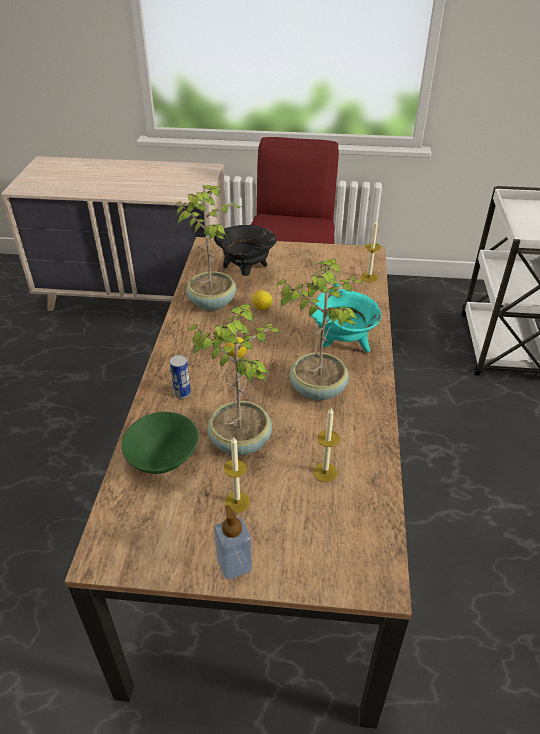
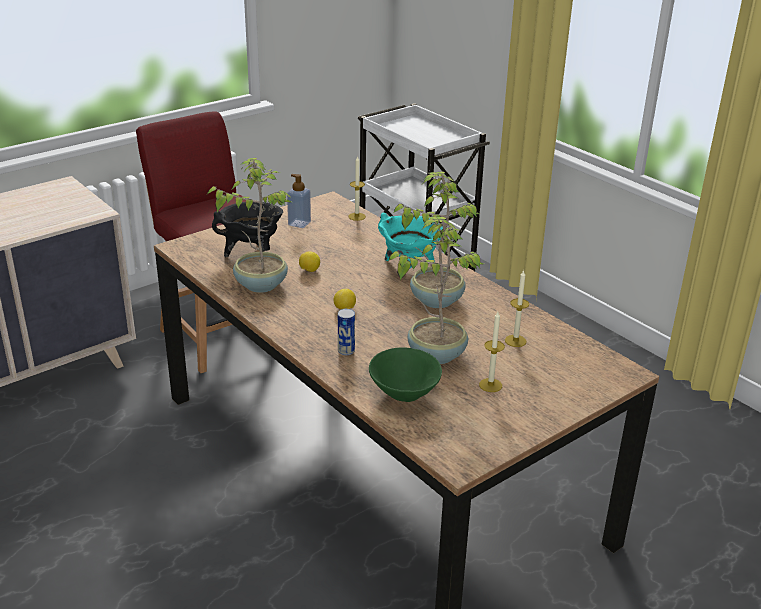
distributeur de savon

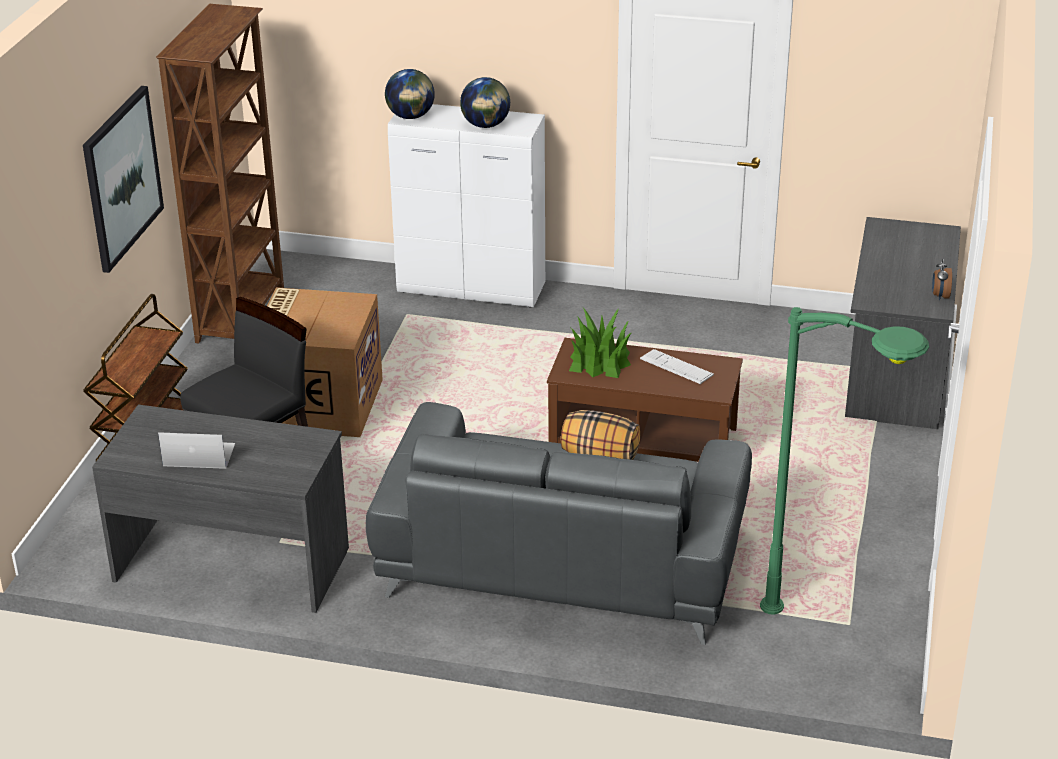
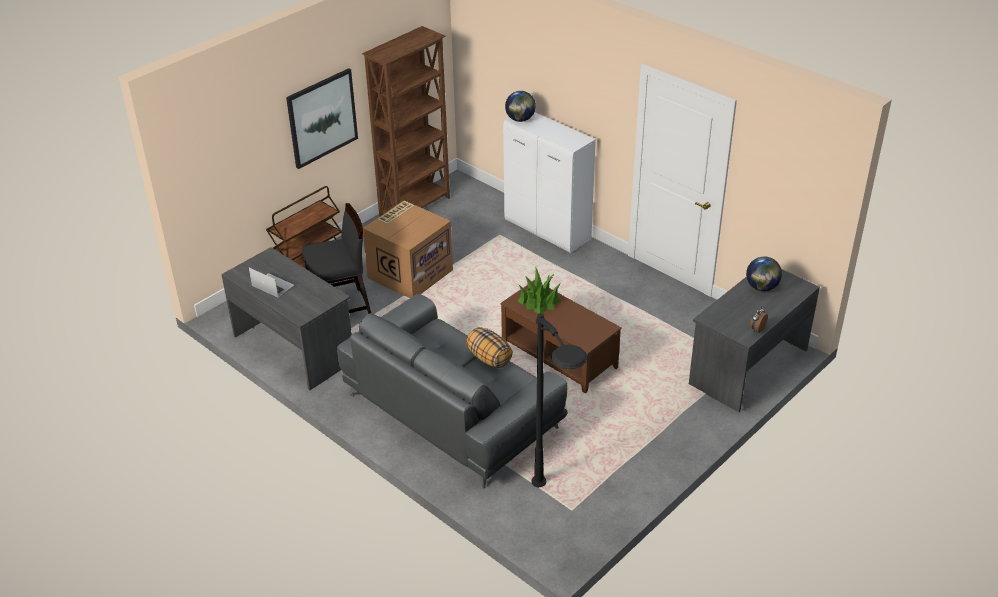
globe (2nd from left)
lampadaire/noir
clavier

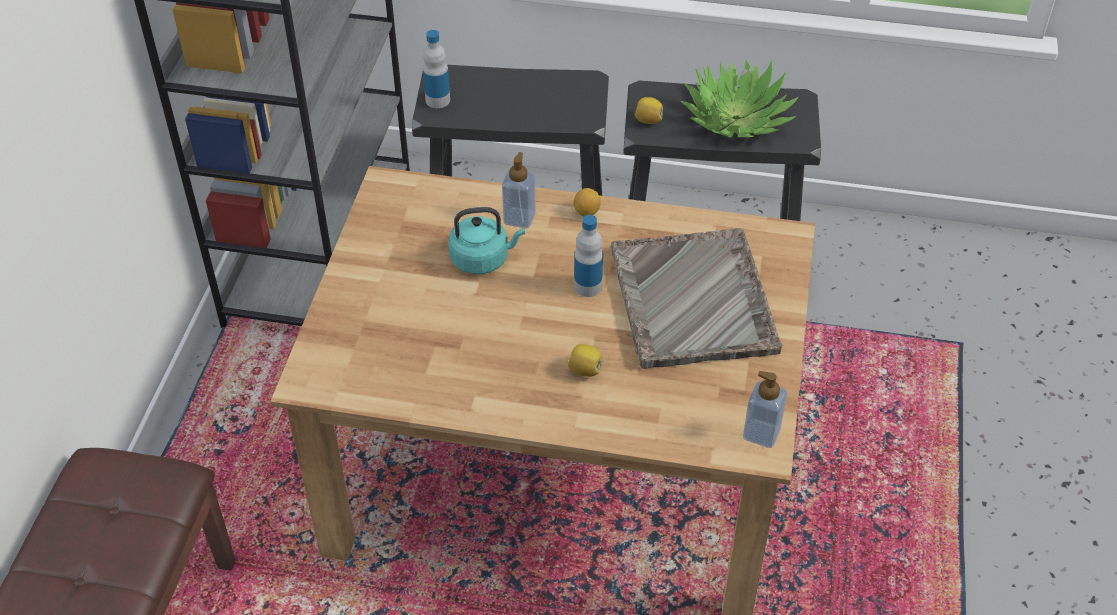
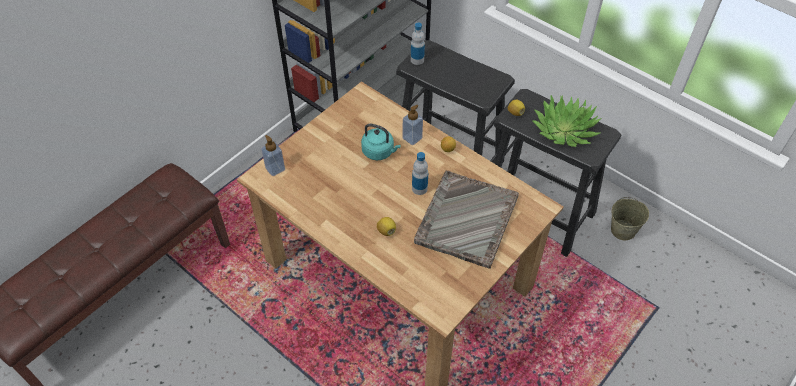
distributeur de savon (1st from left)
seau/beige

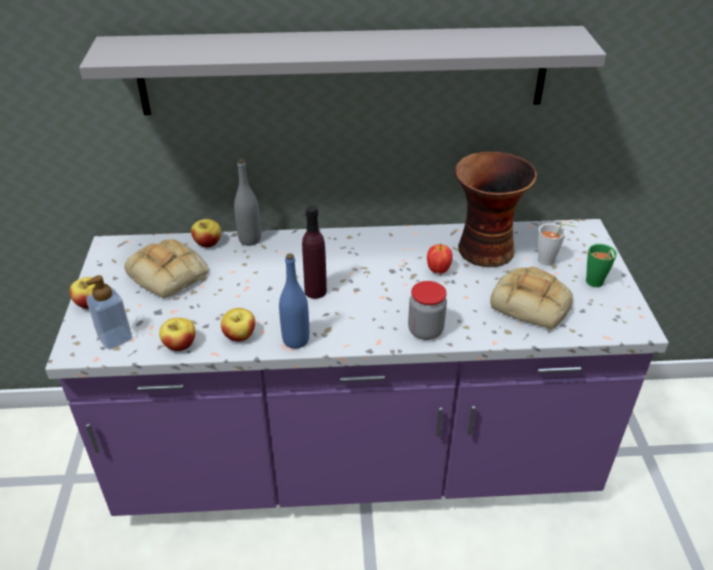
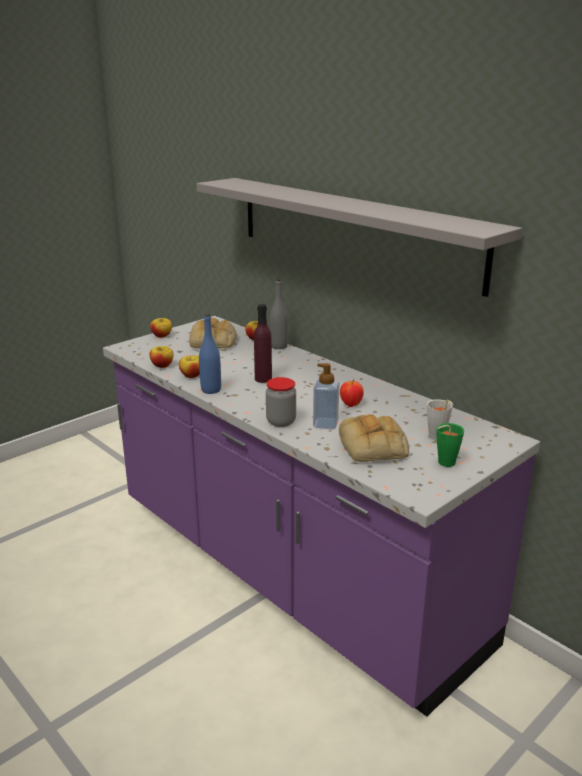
vase
distributeur de savon

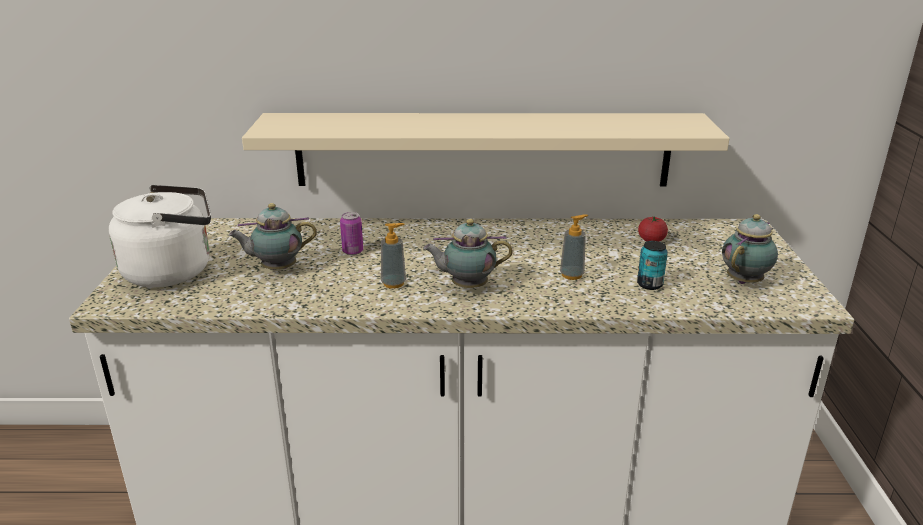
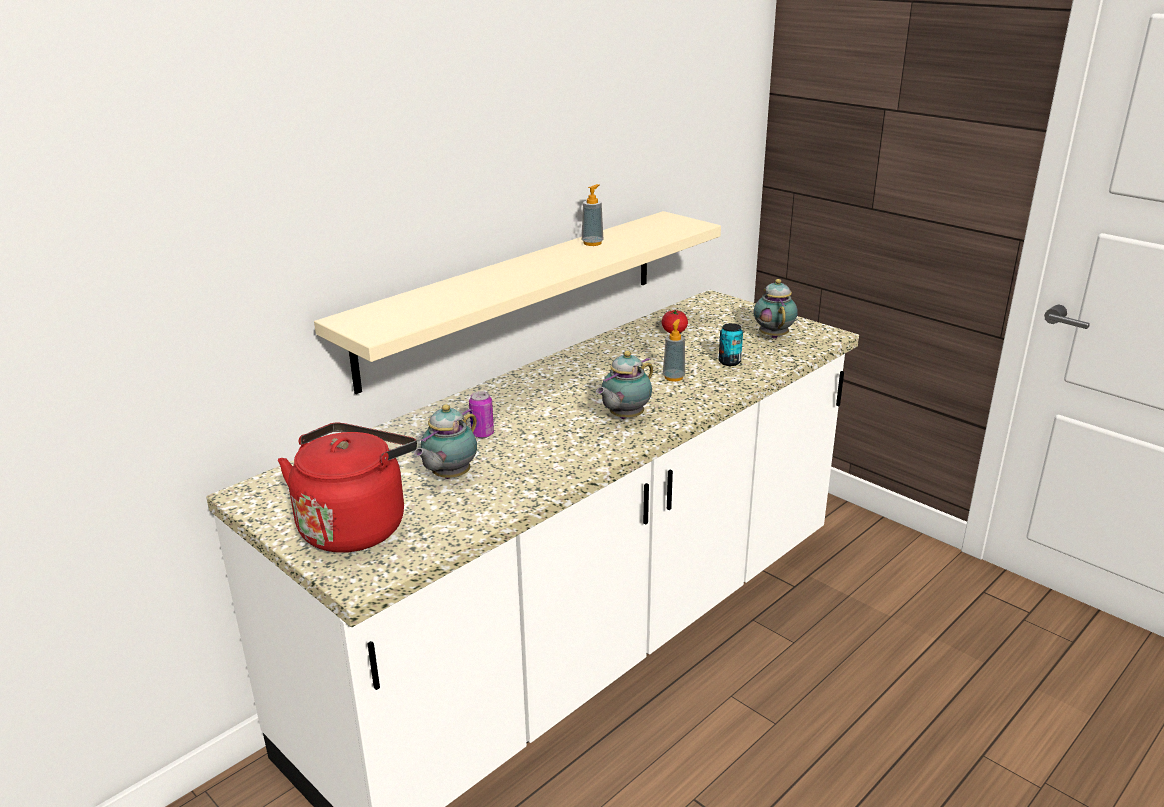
bouilloire/rouge
distributeur de savon (1st from left)

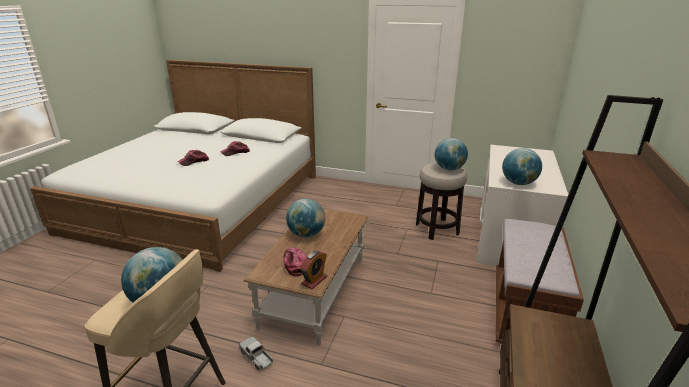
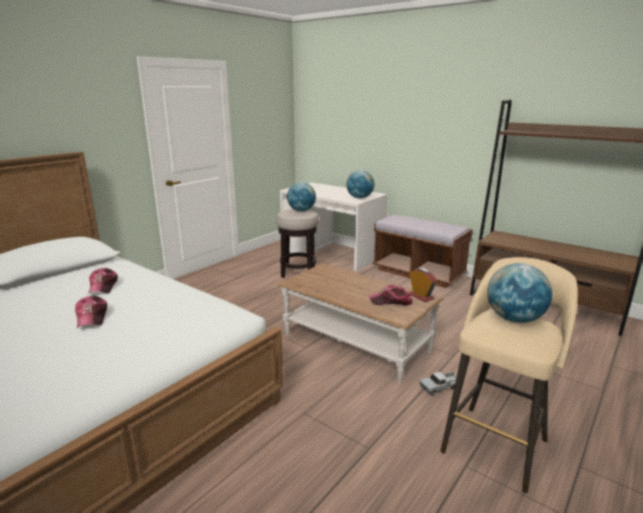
globe (2nd from left in the first image)

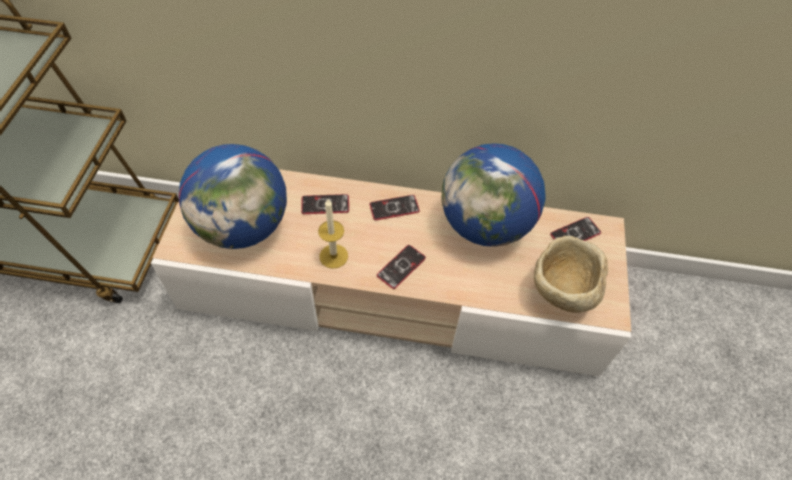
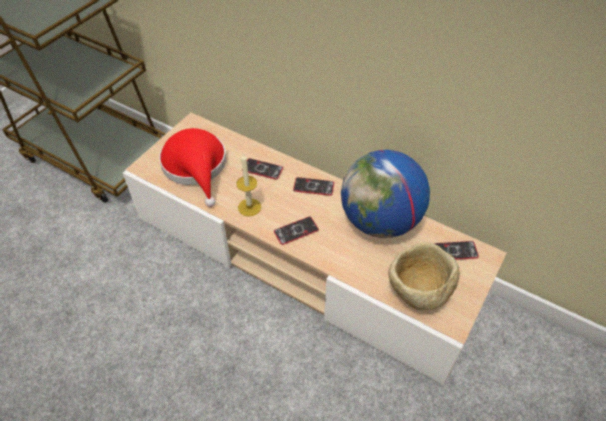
chapeau/rouge

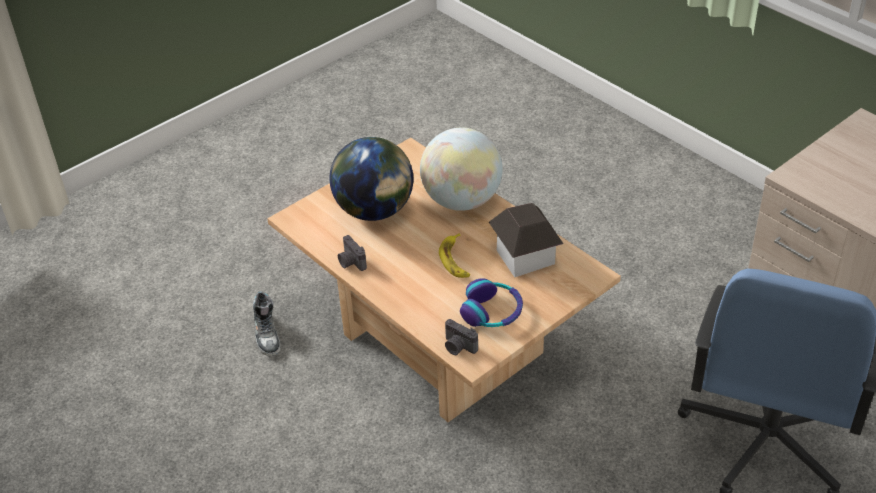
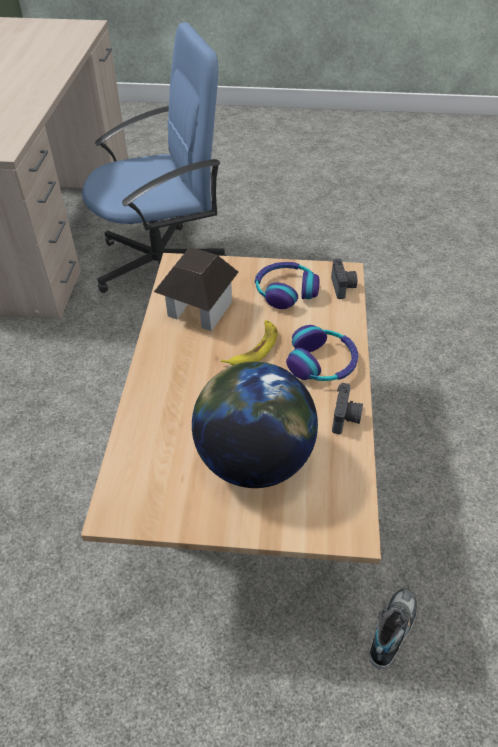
globe (2nd from left in the first image)
casque audio (2nd from left)

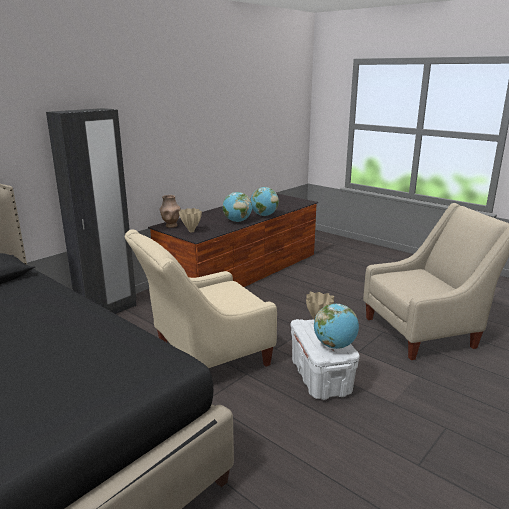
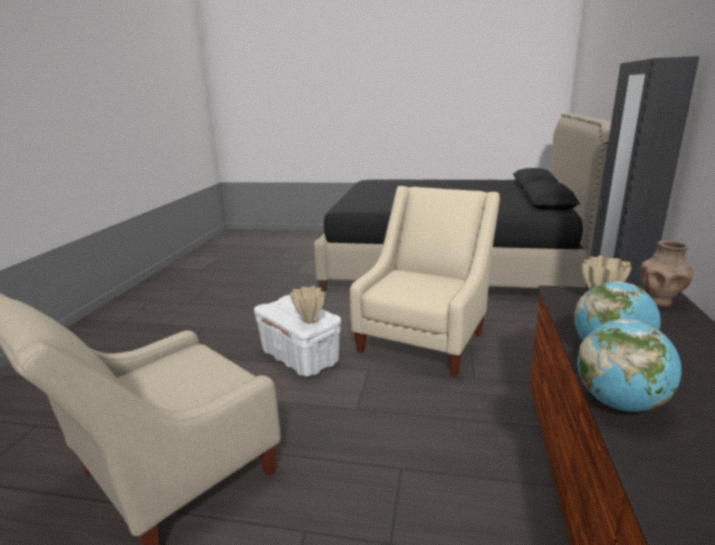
globe (3rd from left in the first image)

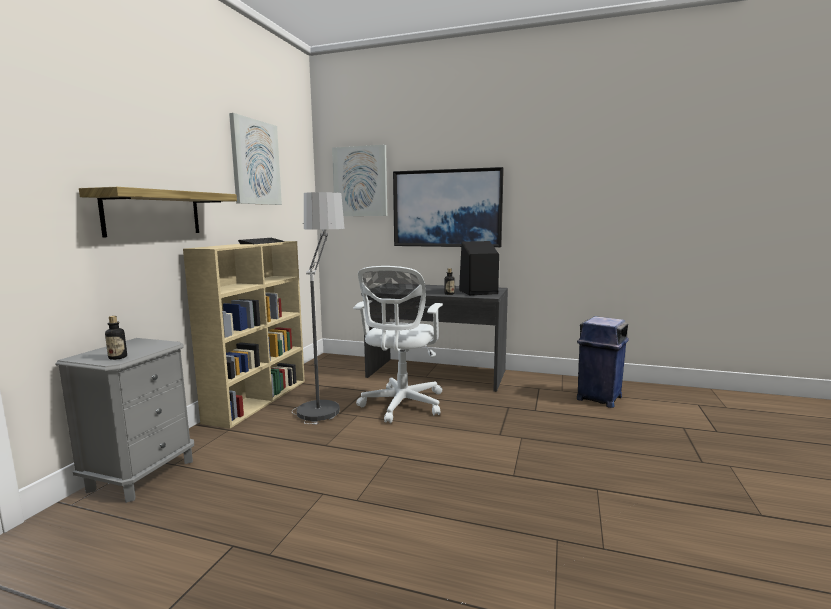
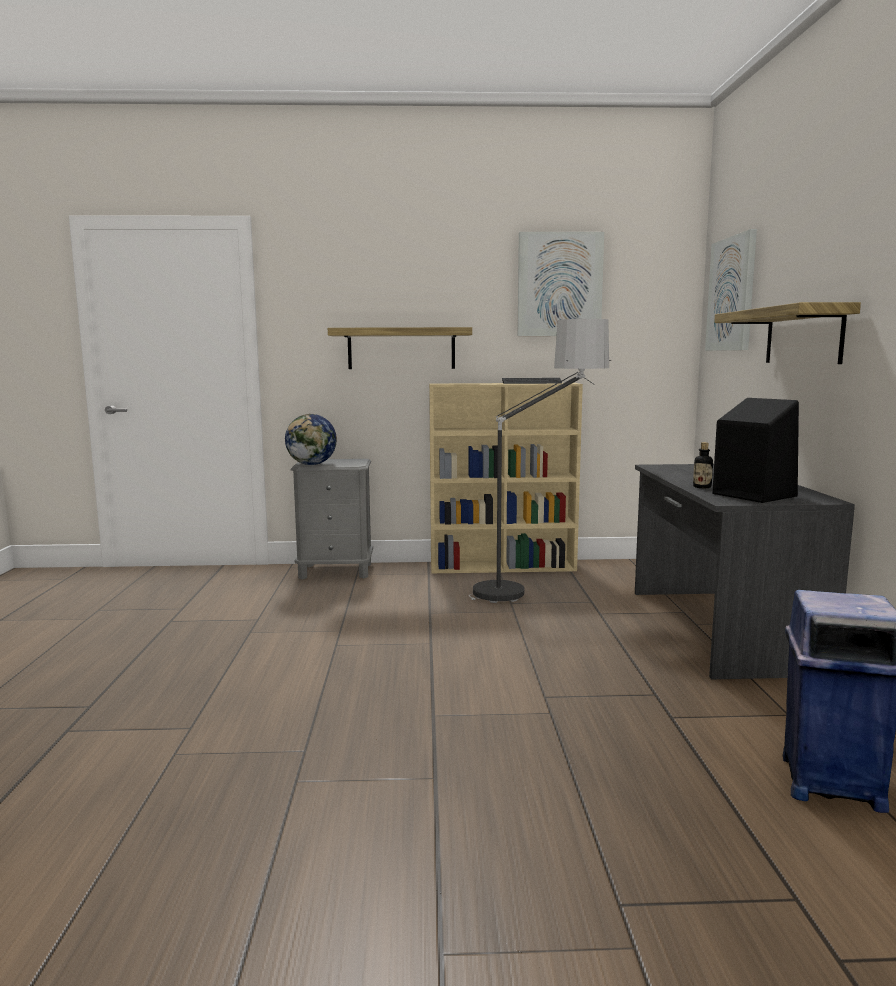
étagère (2nd from left)
chaise de bureau/blanc
globe

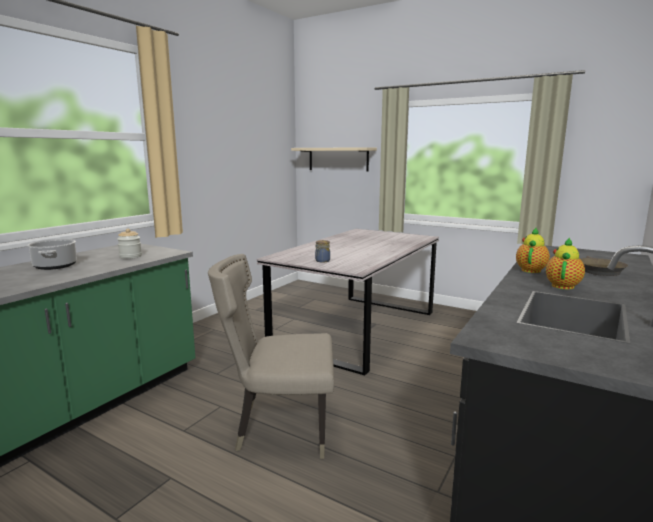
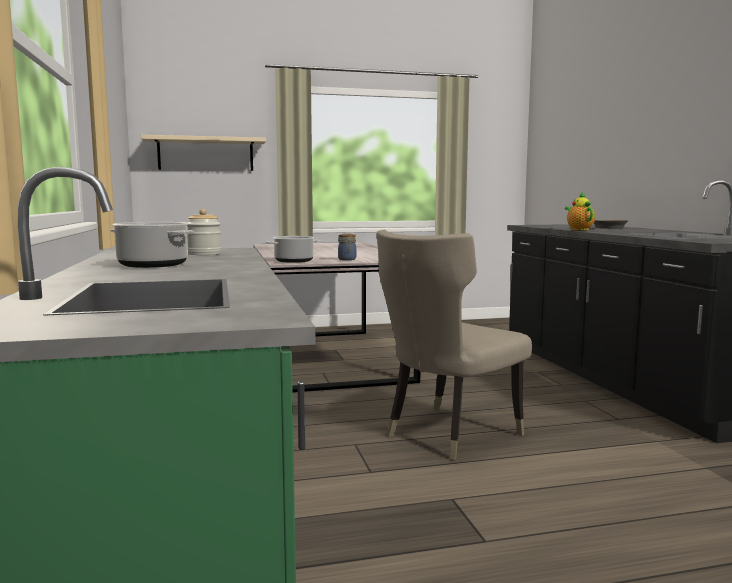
théière (2nd from left in the first image)
marmite (2nd from left)

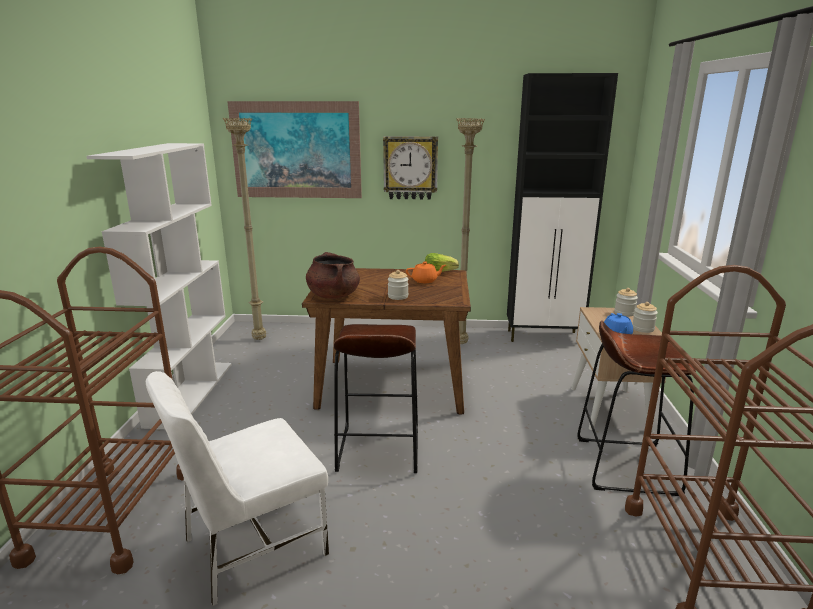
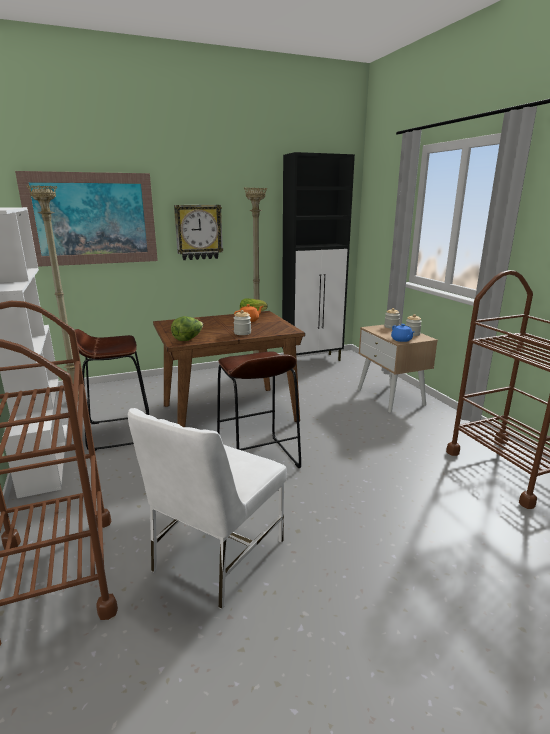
laitue (1st from left)
tabouret/marron (1st from left)

